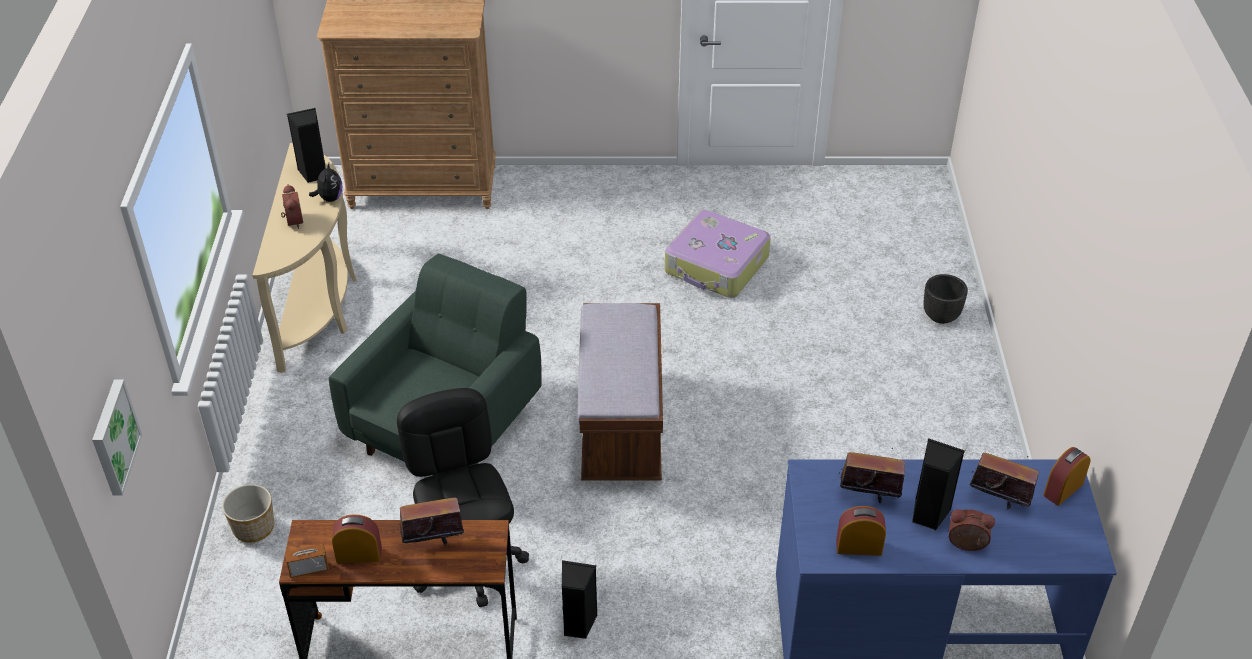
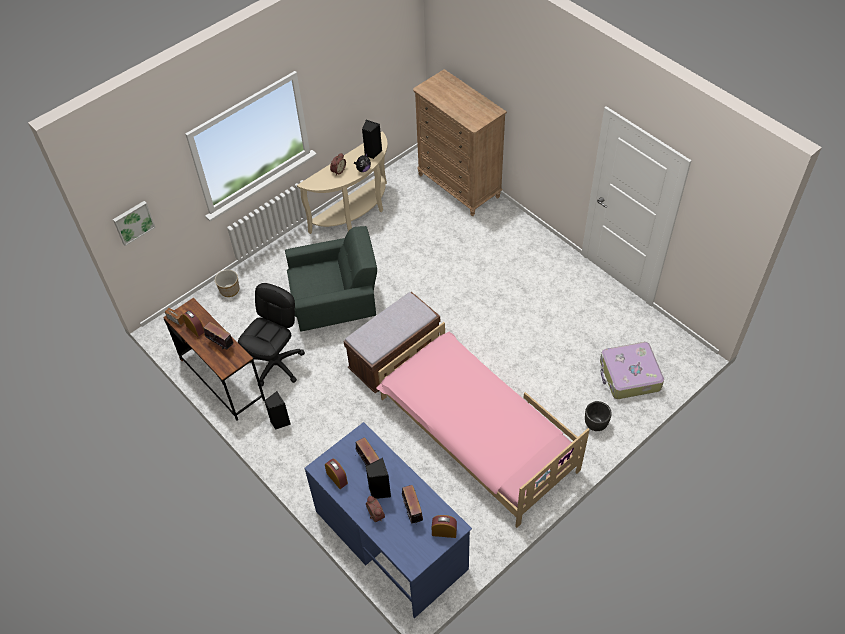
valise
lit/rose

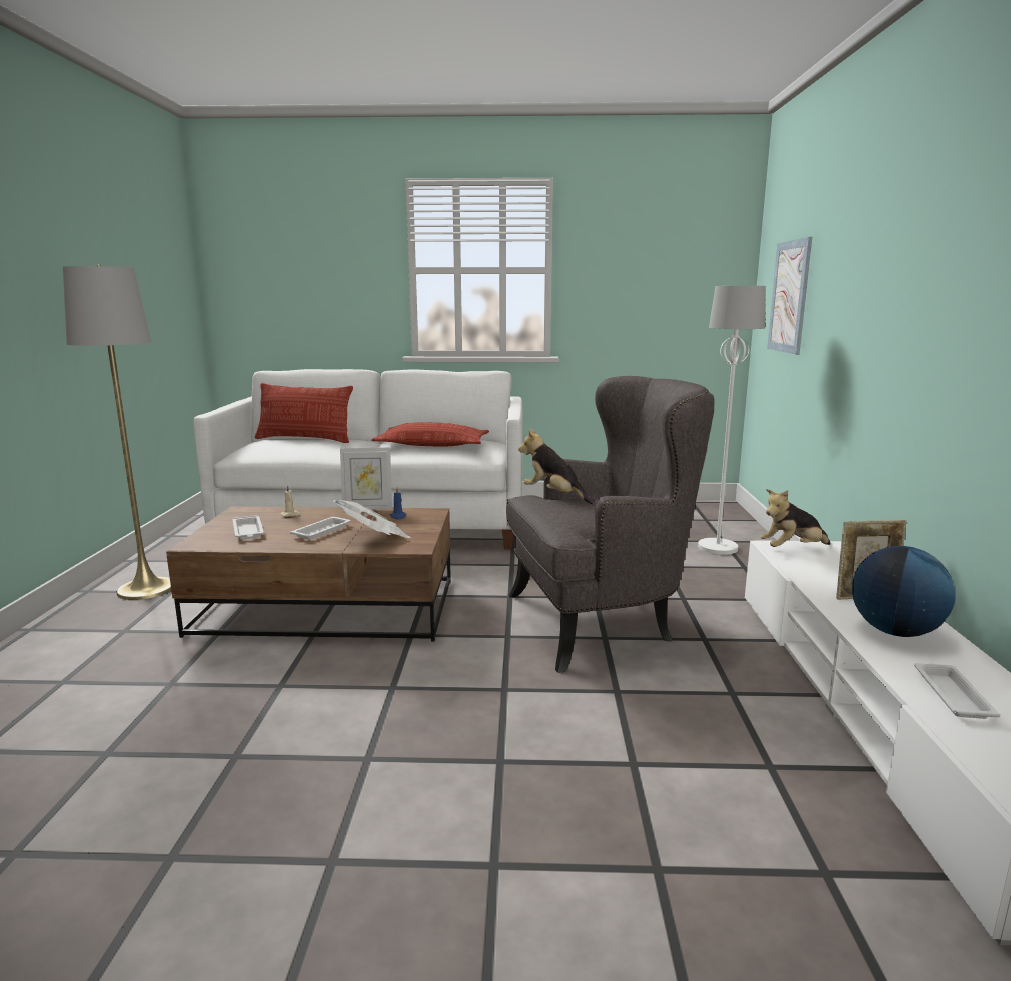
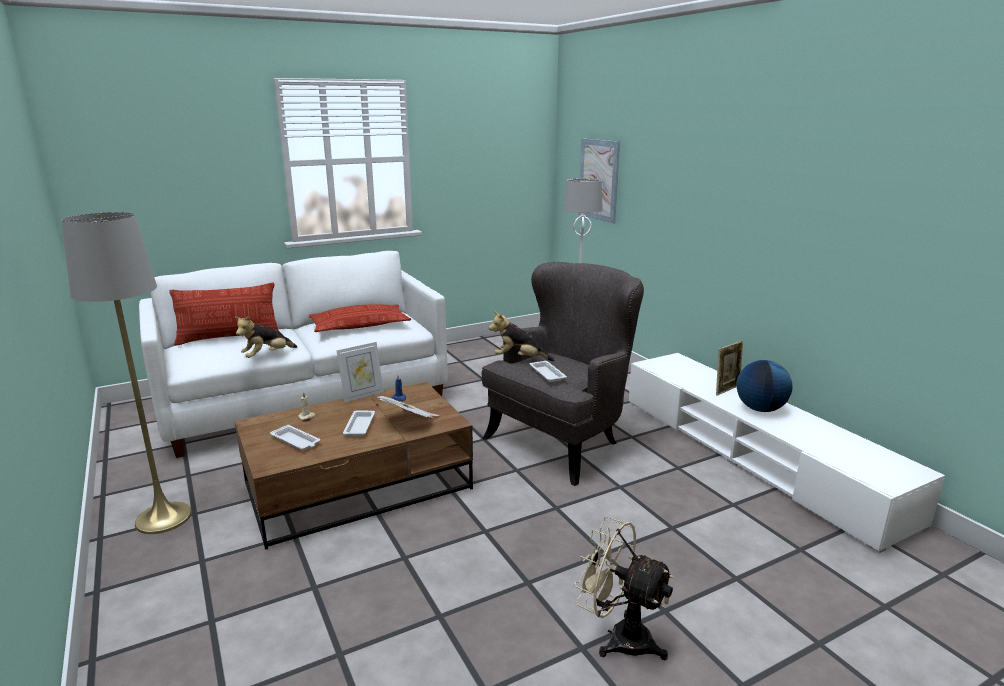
peluche (1st from left)
plateau/blanc (3rd from left)
ventilateur/beige

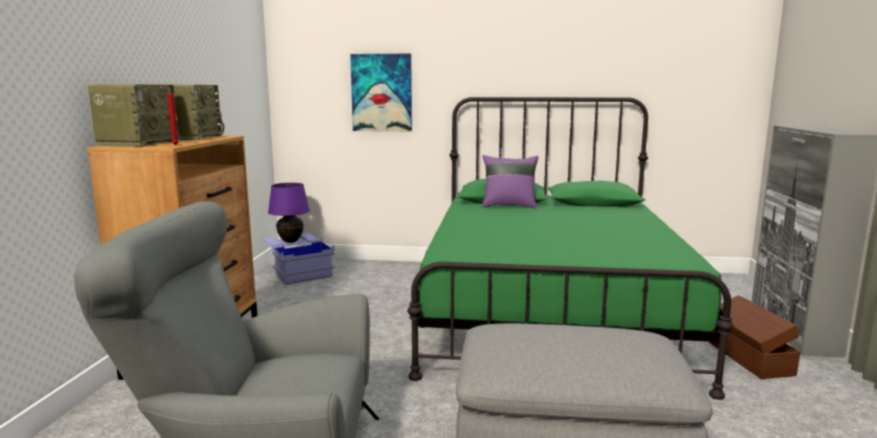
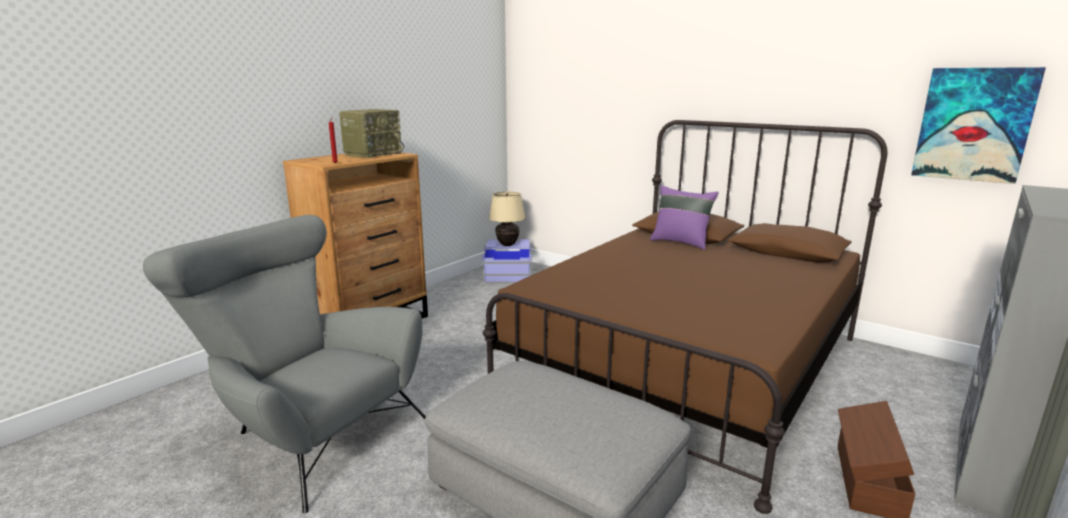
tableau
radio (1st from left in the first image)
lit/marron
lampe de table/beige

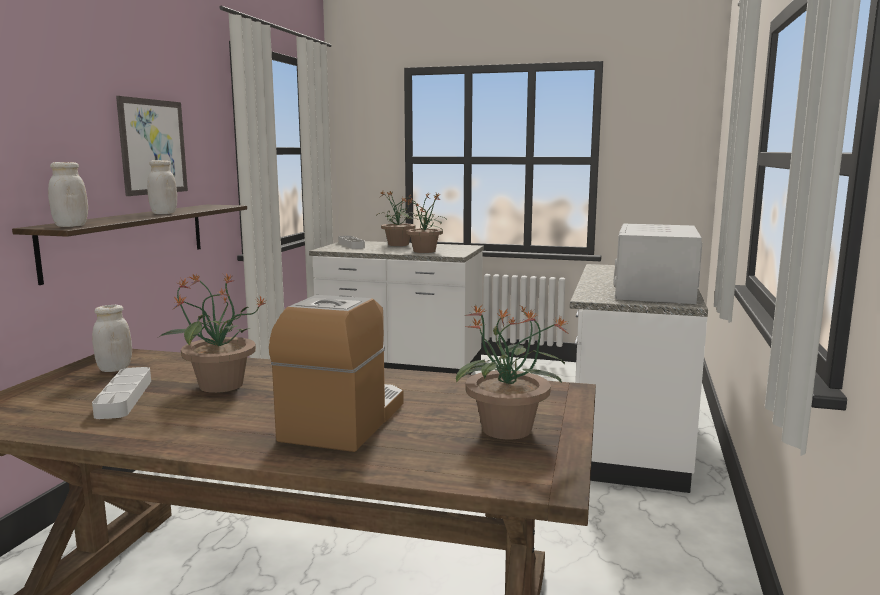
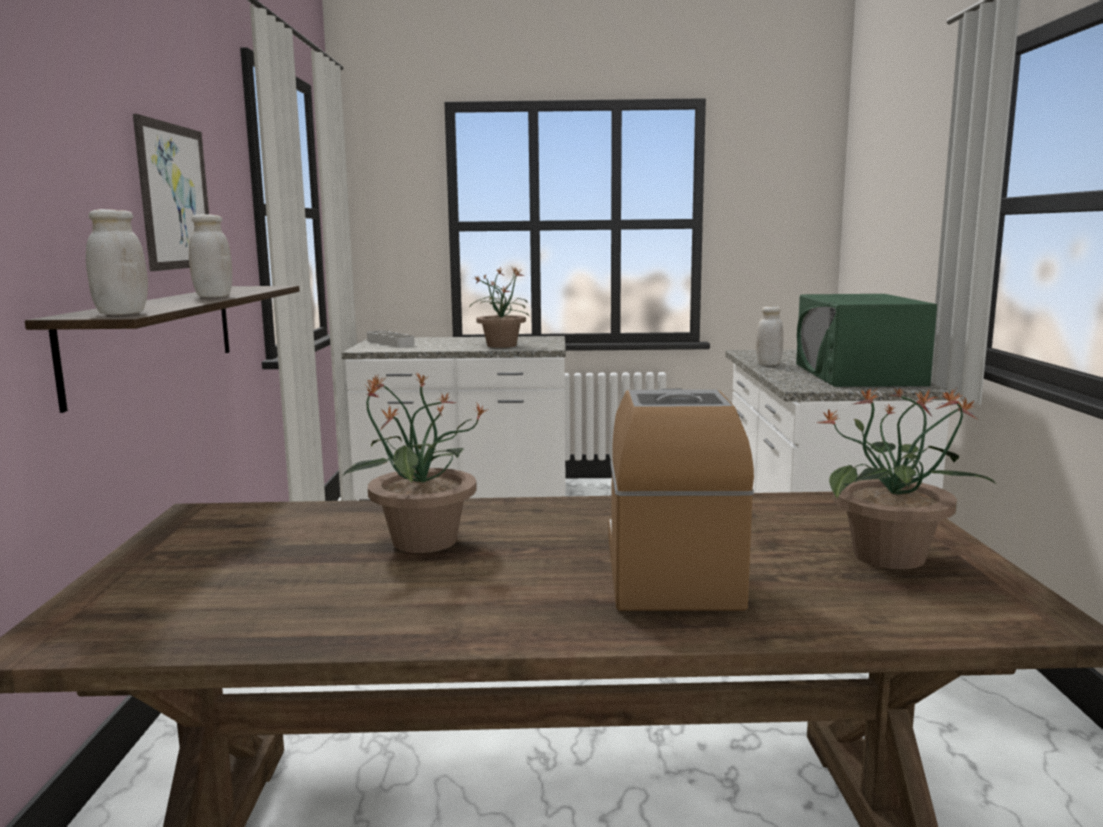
plante en pot (2nd from left in the first image)
micro-ondes/vert
bocal/blanc (3rd from left)
plateau/gris (1st from left in the first image)

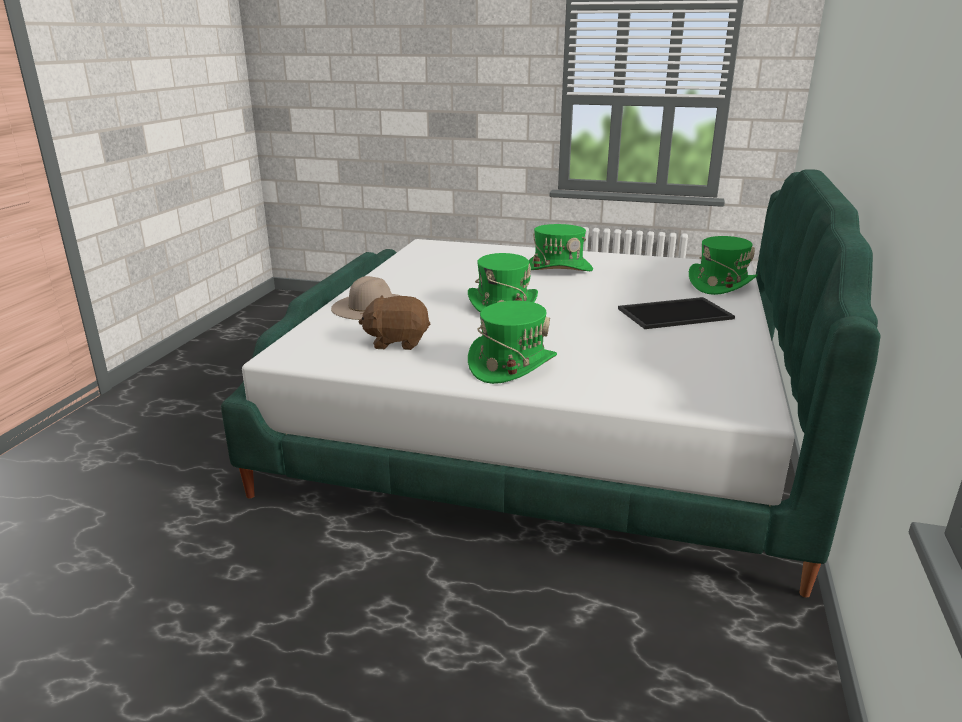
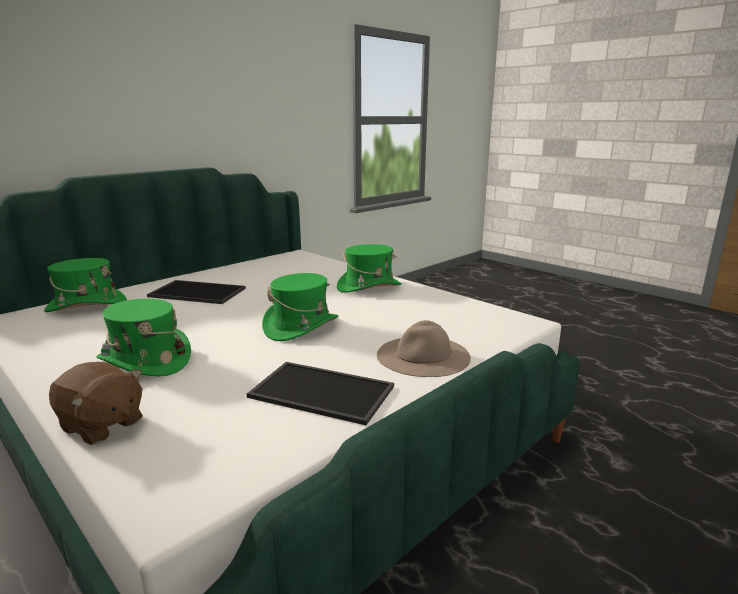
peluche/marron
plateau (2nd from left)

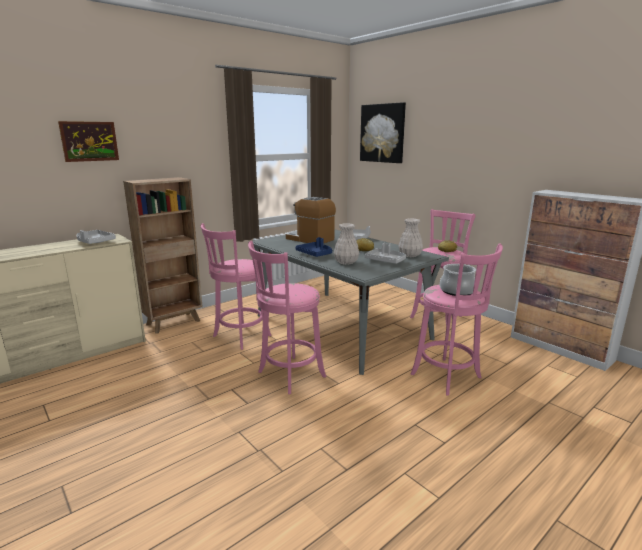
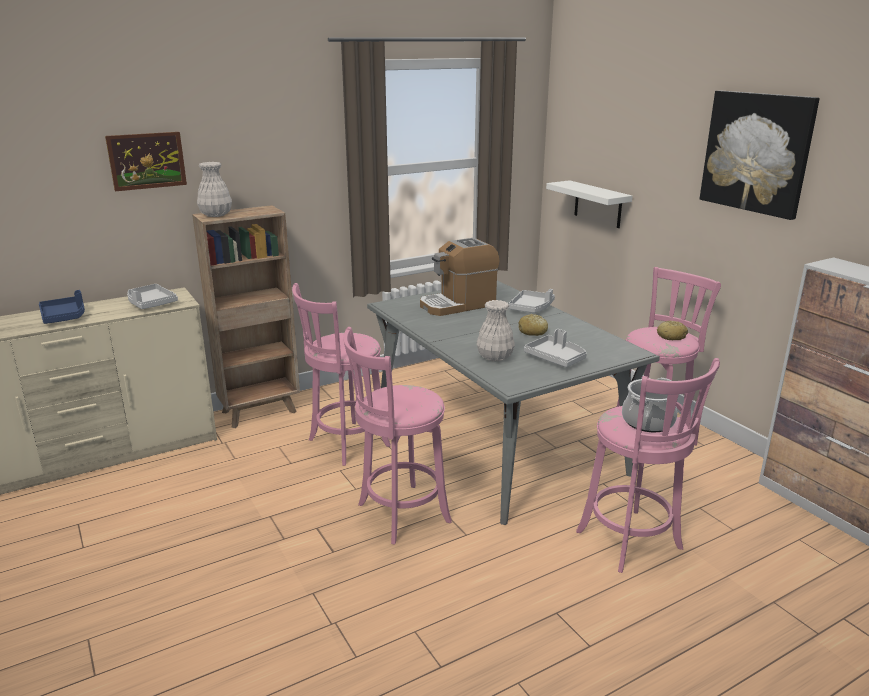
tableau (2nd from left)
machine à café
vase/blanc (1st from left)
plateau/bleu
étagère/blanc

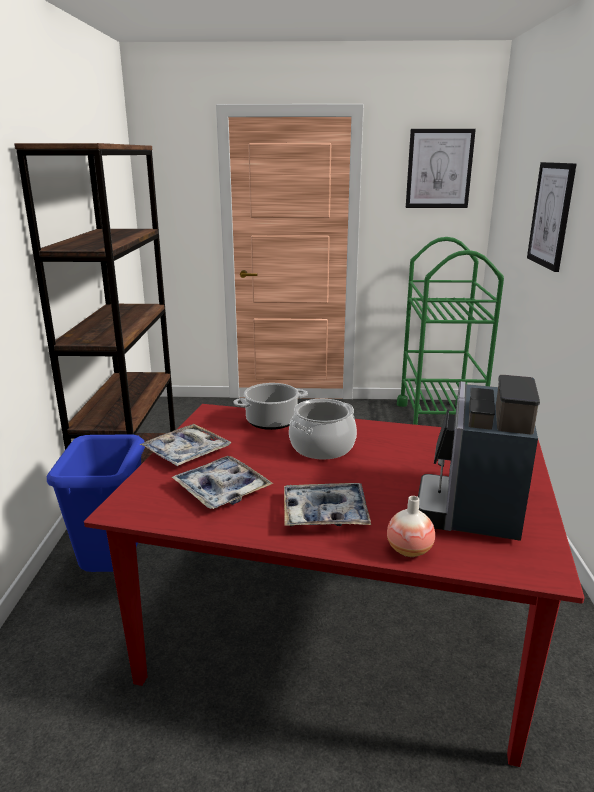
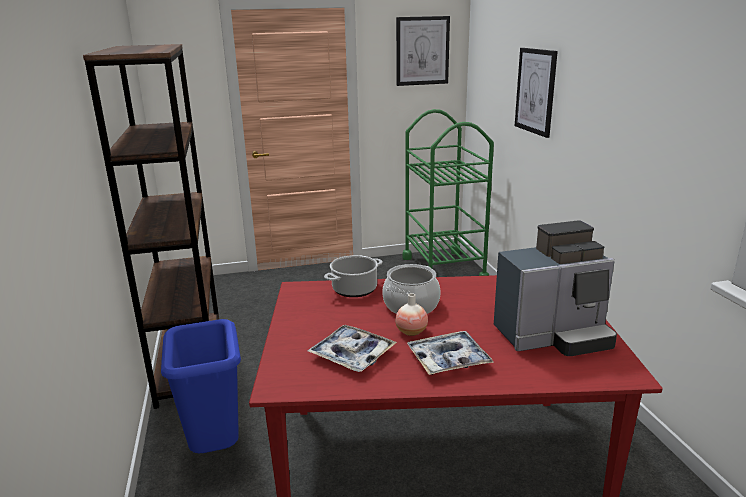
machine à café
plateau (1st from left in the first image)
vase

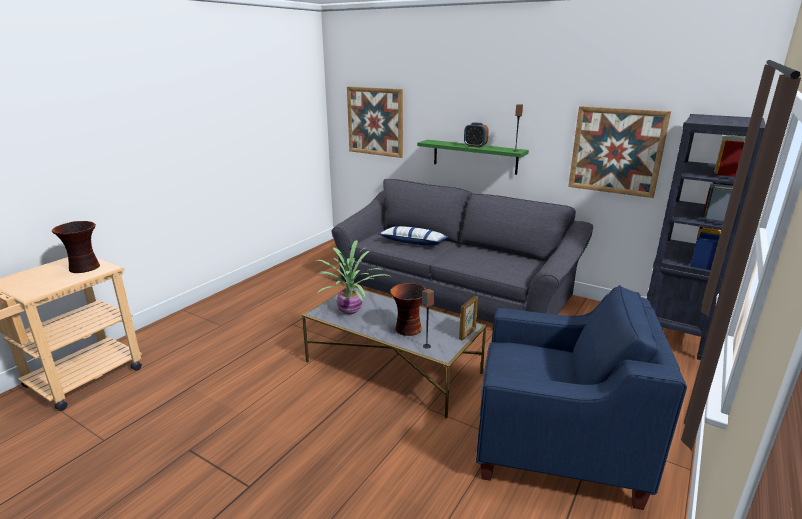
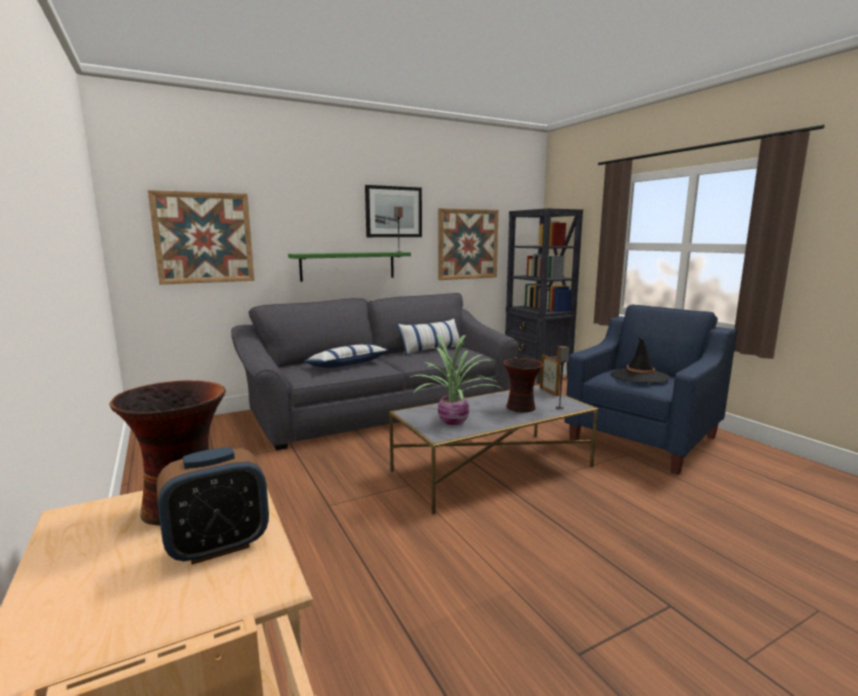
réveil
tableau (2nd from left)
coussin (2nd from left)
chapeau/noir

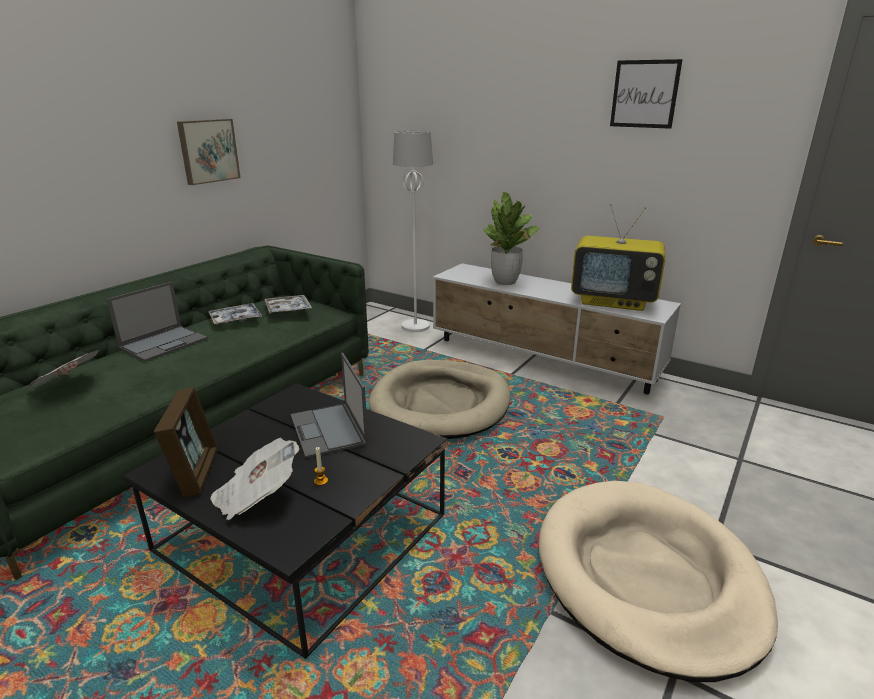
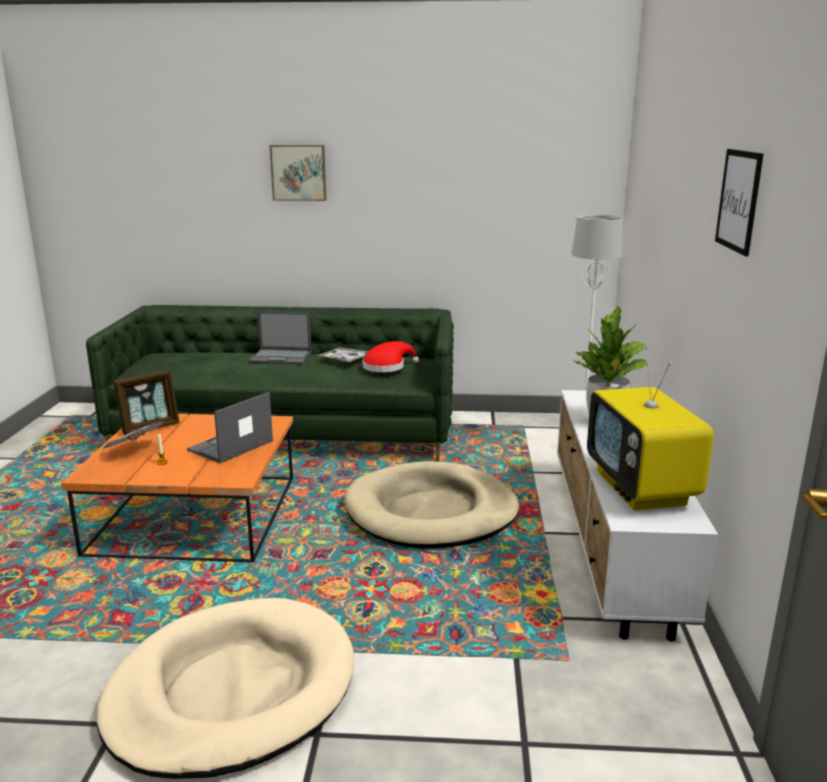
tableau (1st from left)
chapeau/rouge
journal (1st from left in the first image)
table basse/orange

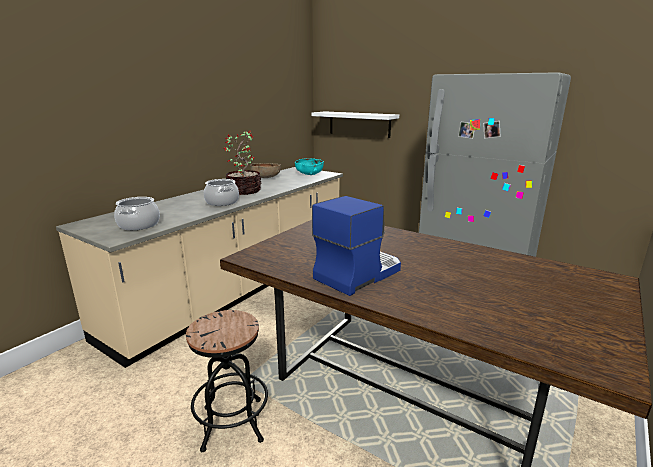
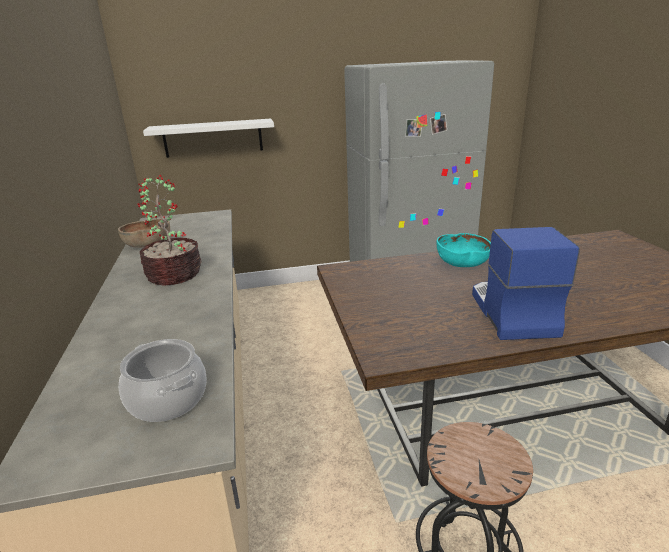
bol/turquoise
marmite (2nd from left in the first image)

